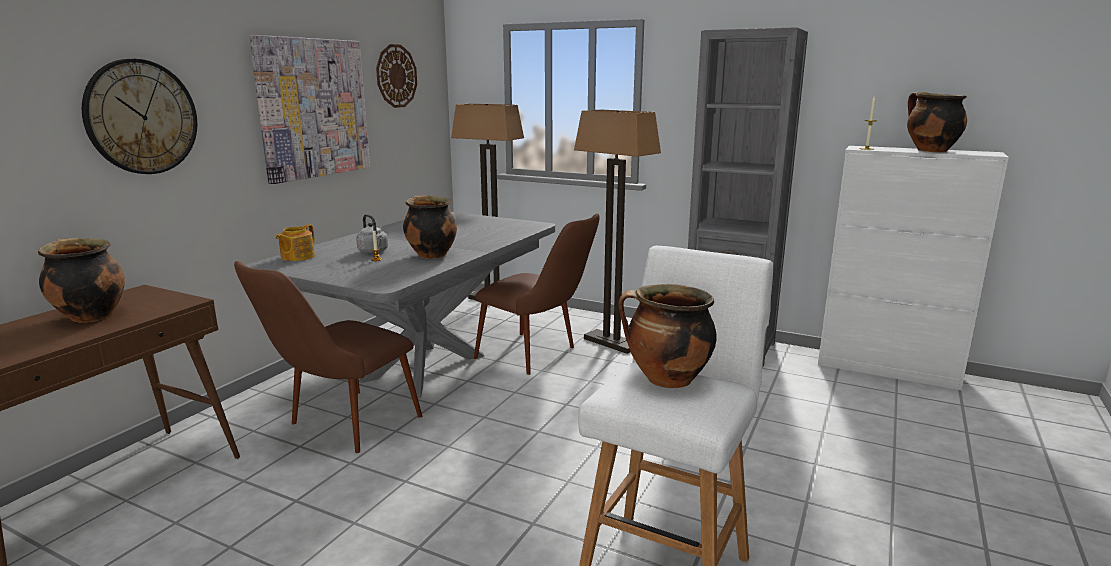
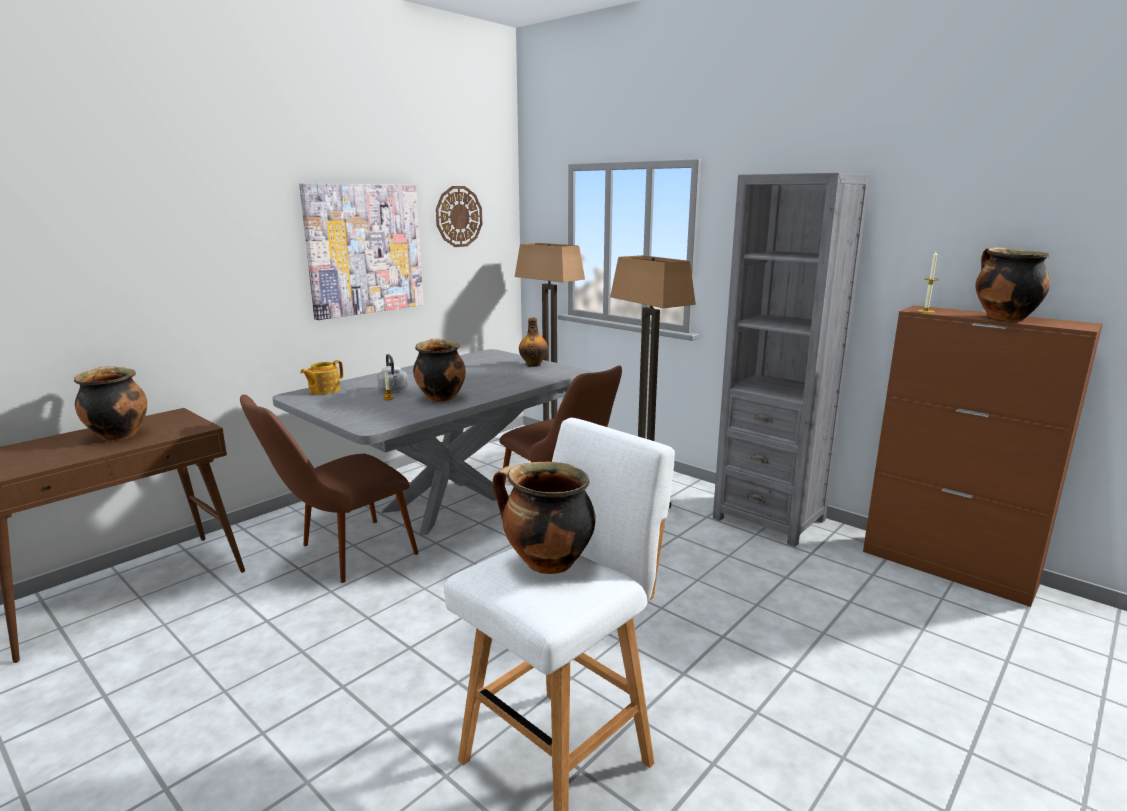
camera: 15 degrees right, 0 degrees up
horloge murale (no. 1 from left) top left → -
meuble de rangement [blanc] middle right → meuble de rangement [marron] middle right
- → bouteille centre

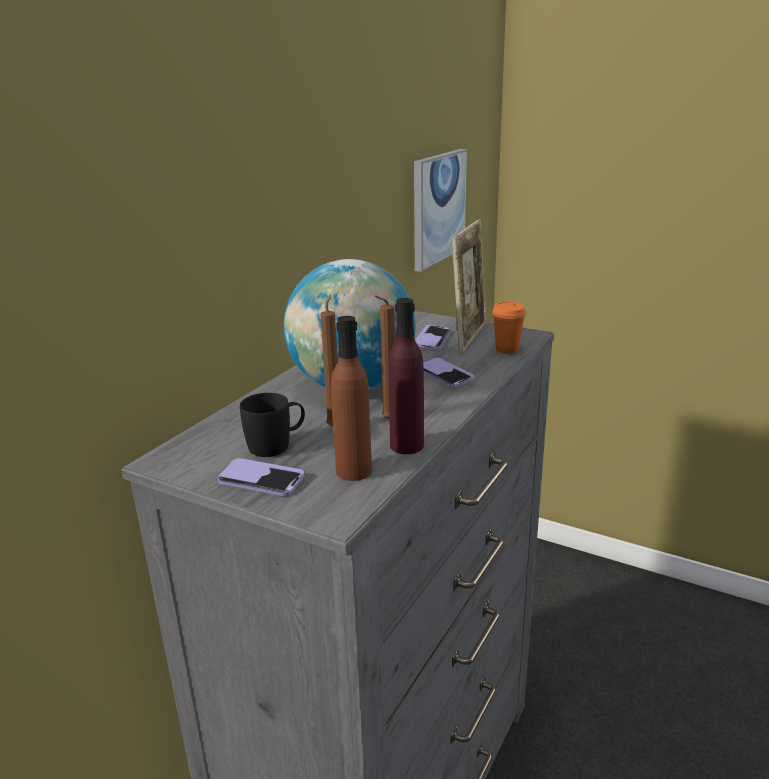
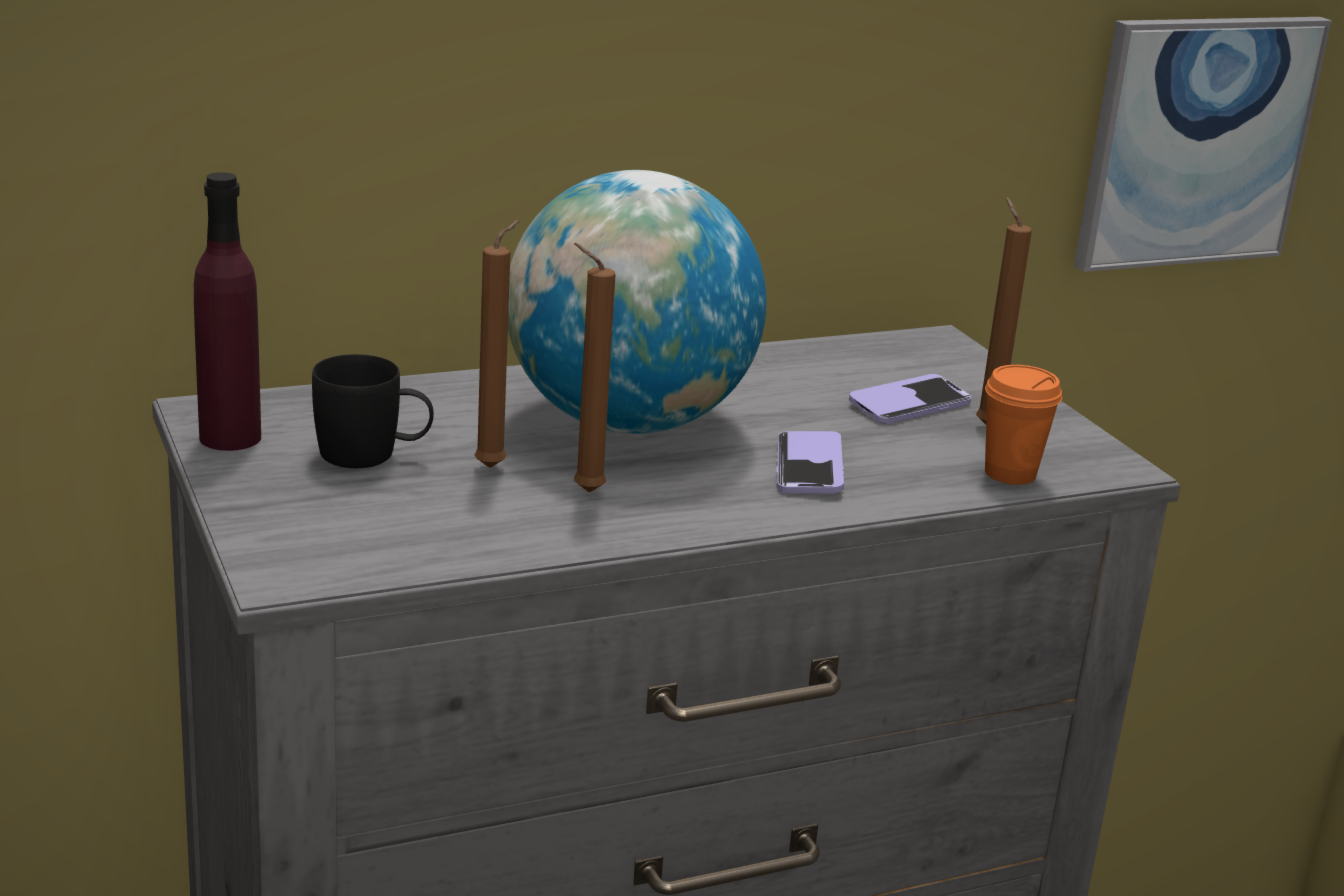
camera: 35 degrees right, 0 degrees up
cadre photo centre → bougie [marron] (no. 3 from left) middle right
bouteille [violet] centre → bouteille [violet] middle left, relocated
bouteille [marron] centre → -
téléphone (no. 1 from left) centre → -

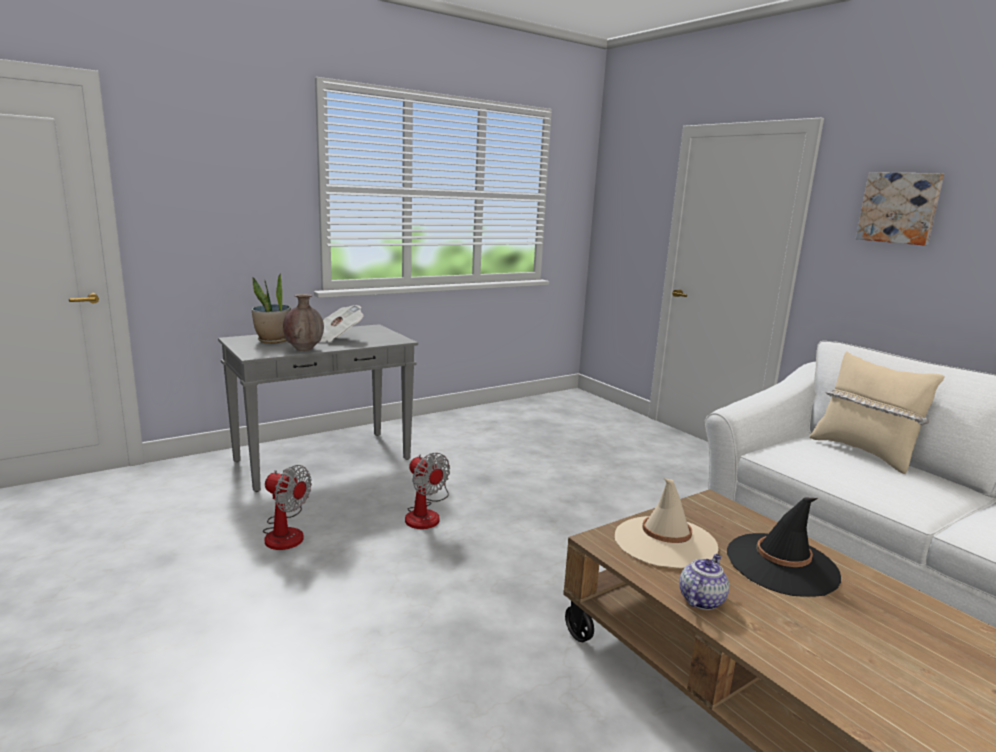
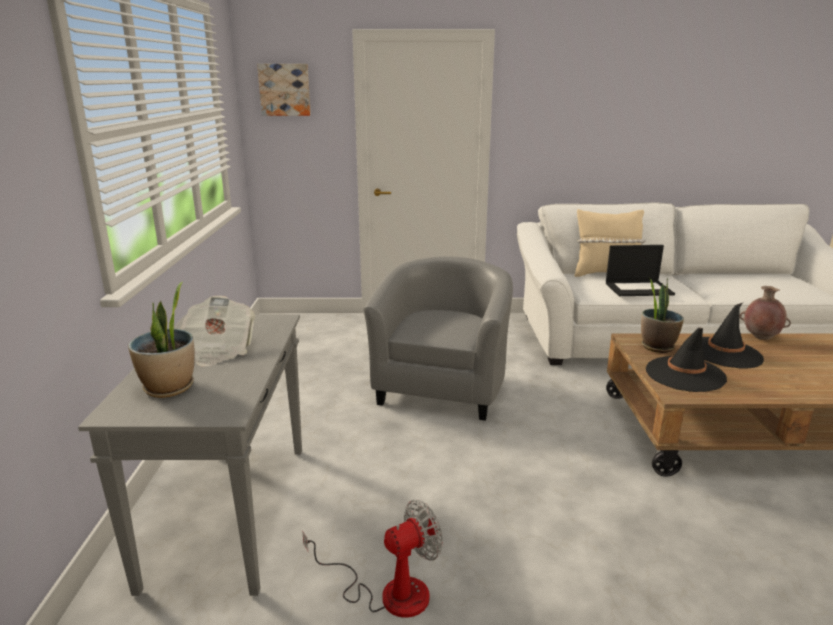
camera: 55 degrees left, 5 degrees up
tableau top right → tableau top centre, relocated
vase [marron] middle left → vase [marron] middle right, relocated
ventilateur (no. 2 from left) centre → -
chapeau [beige] bottom right → chapeau [noir] (no. 1 from left) middle right
théière bottom right → -
- → ordinateur portable middle right
- → fauteuil [gris] centre
- → plante en pot (no. 2 from left) middle right

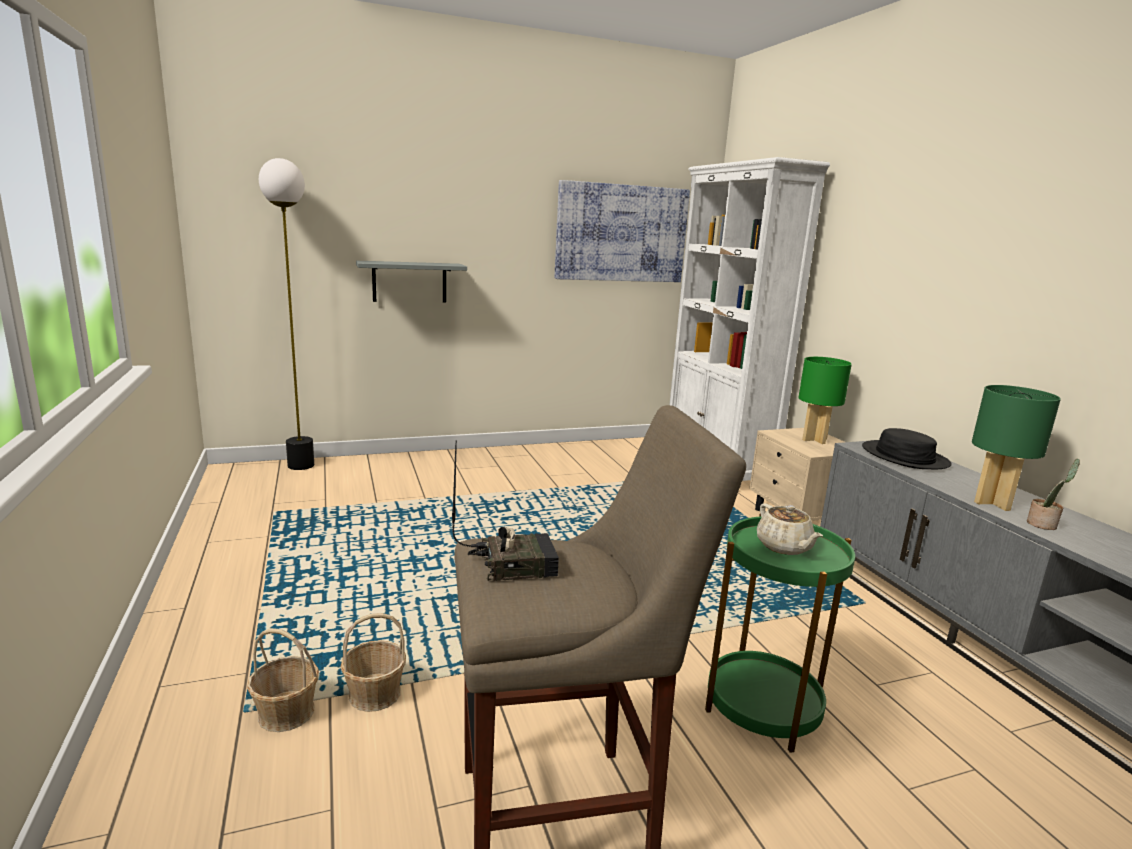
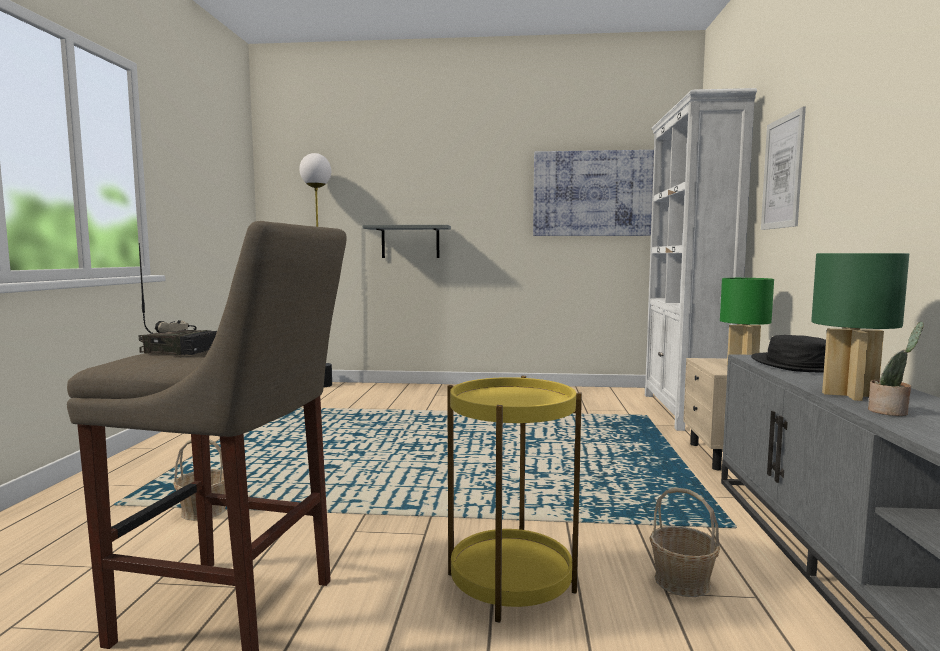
camera: 25 degrees right, 10 degrees down
théière [beige] middle right → -
table d'appoint [vert] bottom right → table d'appoint [jaune] bottom centre
panier (no. 1 from left in the first image) bottom left → panier (no. 2 from left) bottom right, relocated
- → tableau (no. 2 from left) top right

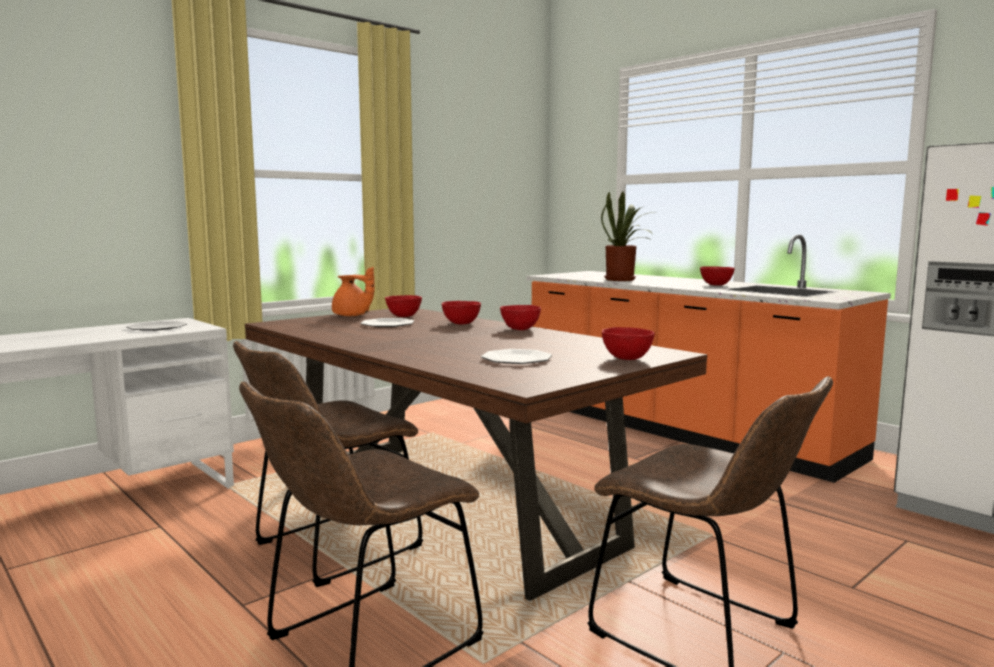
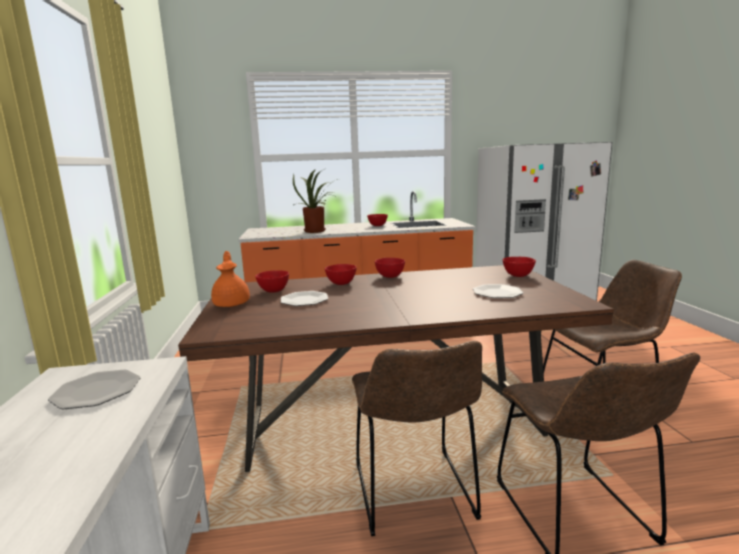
camera: 55 degrees left, 5 degrees up
théière [orange] centre → théière [orange] middle left, 75 degrees counterclockwise

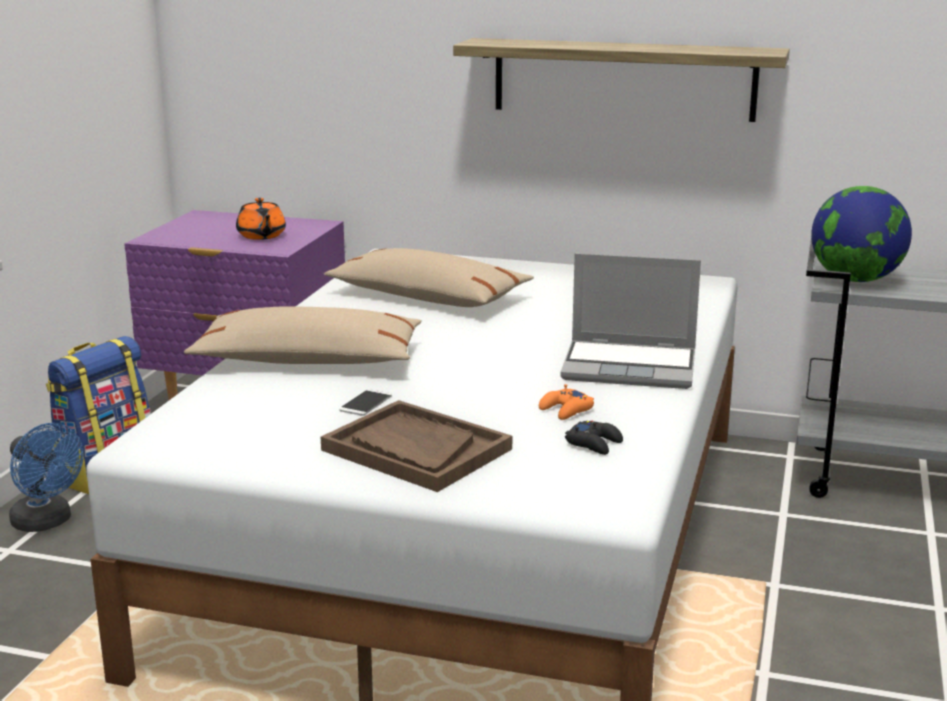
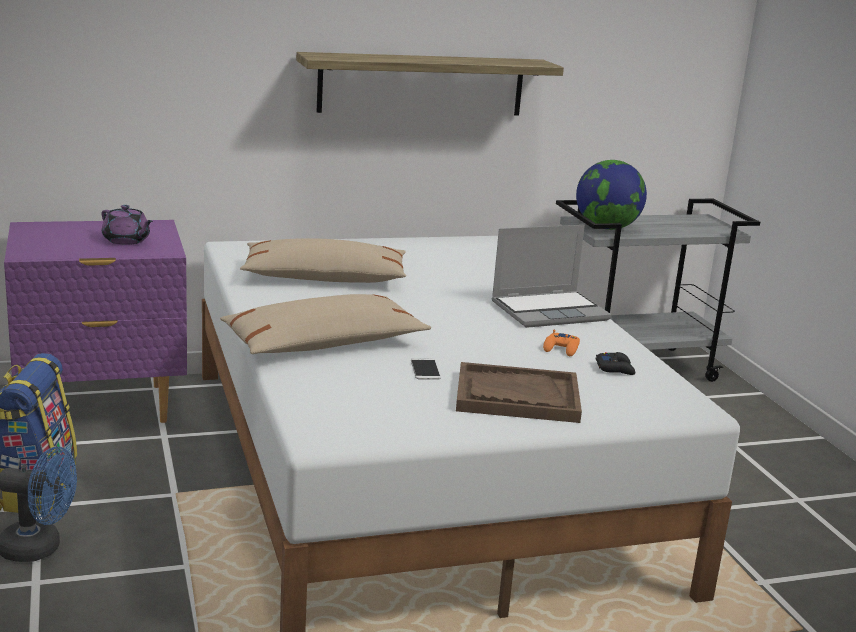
camera: 35 degrees left, 0 degrees up
théière [orange] top left → théière [violet] middle left

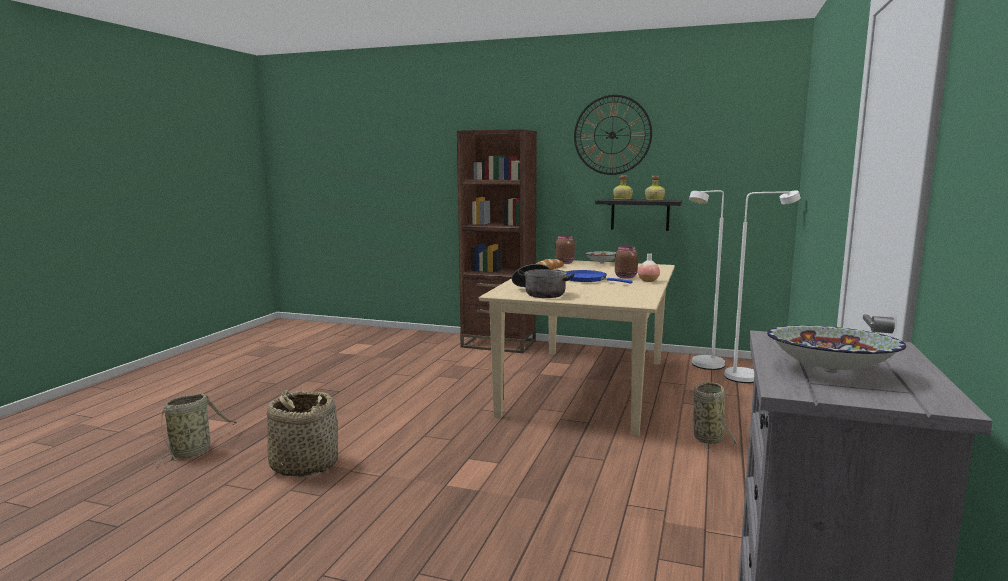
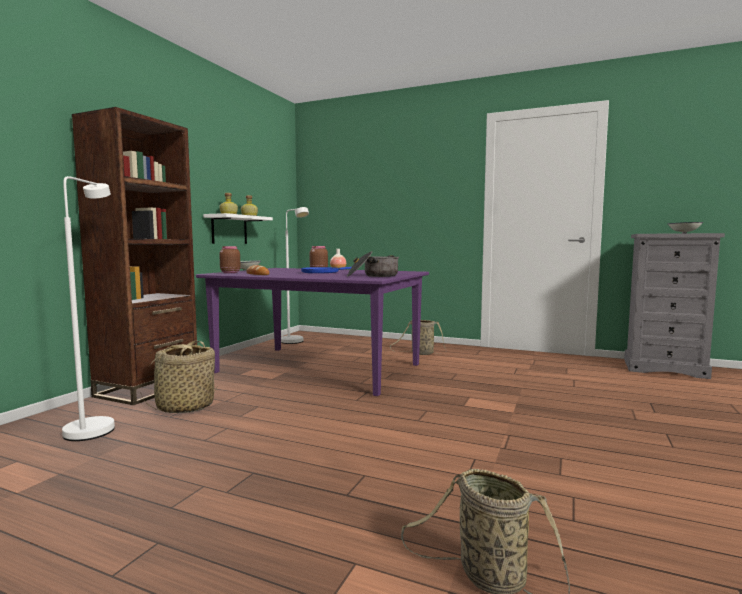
camera: 85 degrees left, 5 degrees down
horloge murale top centre → -
lampadaire [blanc] (no. 2 from left in the first image) middle right → lampadaire [blanc] (no. 1 from left) middle left, relocated
étagère [noir] centre → étagère [blanc] middle left
table à manger [beige] centre → table à manger [violet] centre
panier (no. 2 from left in the first image) bottom left → panier (no. 1 from left) middle left, relocated

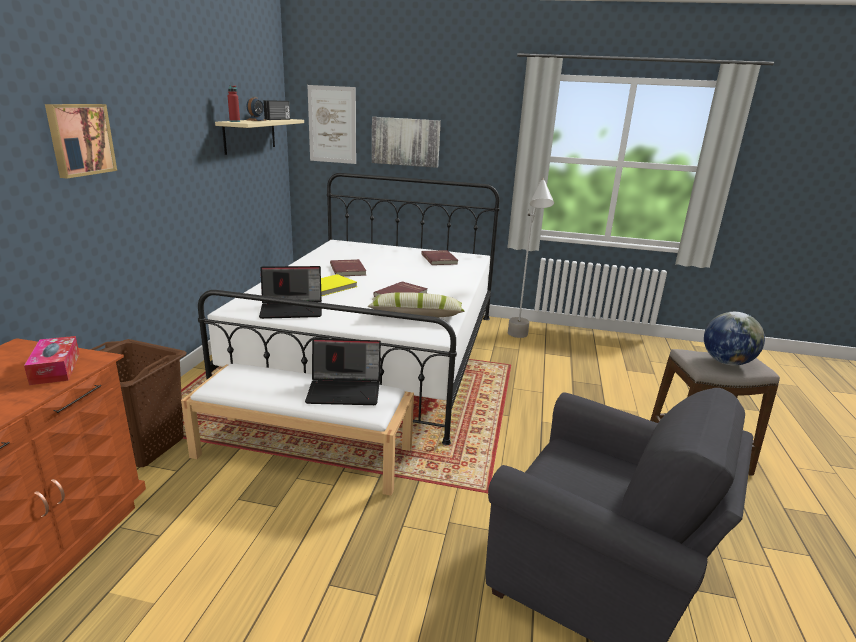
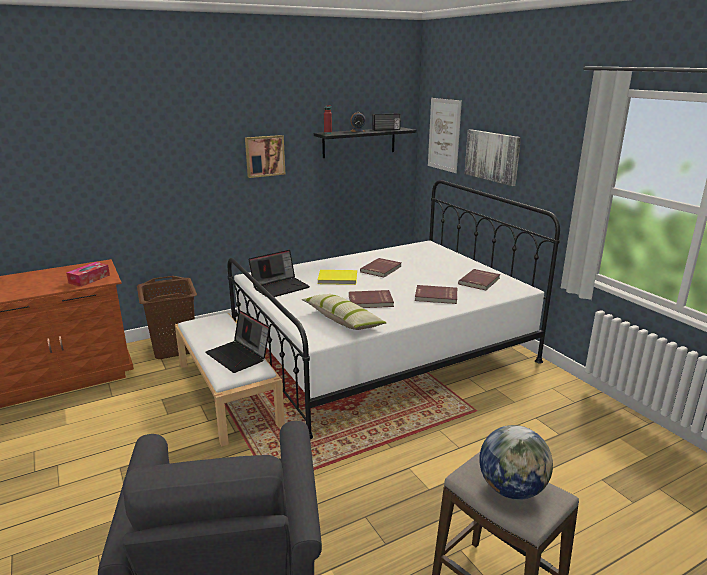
camera: 50 degrees right, 0 degrees up
tableau (no. 1 from left) top left → tableau (no. 1 from left) top centre, relocated
étagère [beige] top left → étagère [noir] top centre
lampadaire [gris] centre → -
ordinateur portable (no. 1 from left in the first image) centre → ordinateur portable (no. 2 from left) centre, 75 degrees counterclockwise
- → livre [rouge] (no. 3 from left) centre

